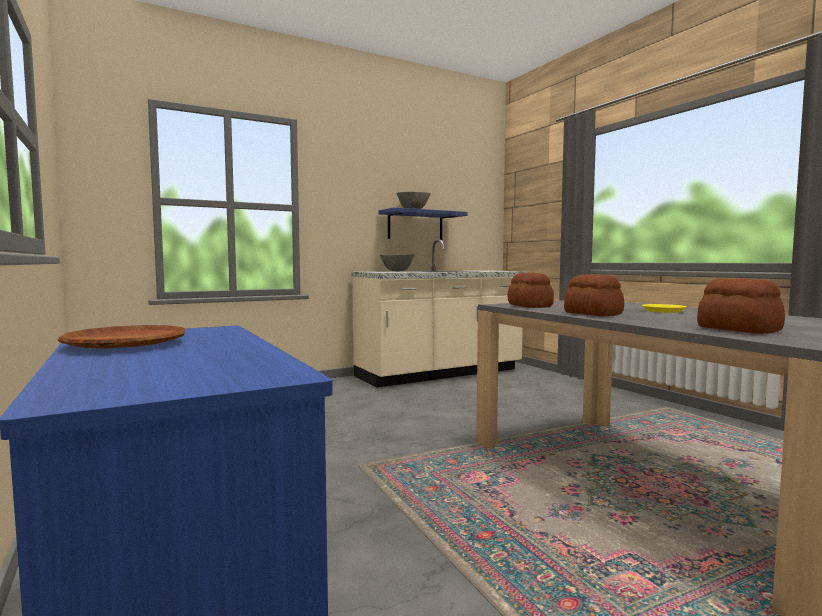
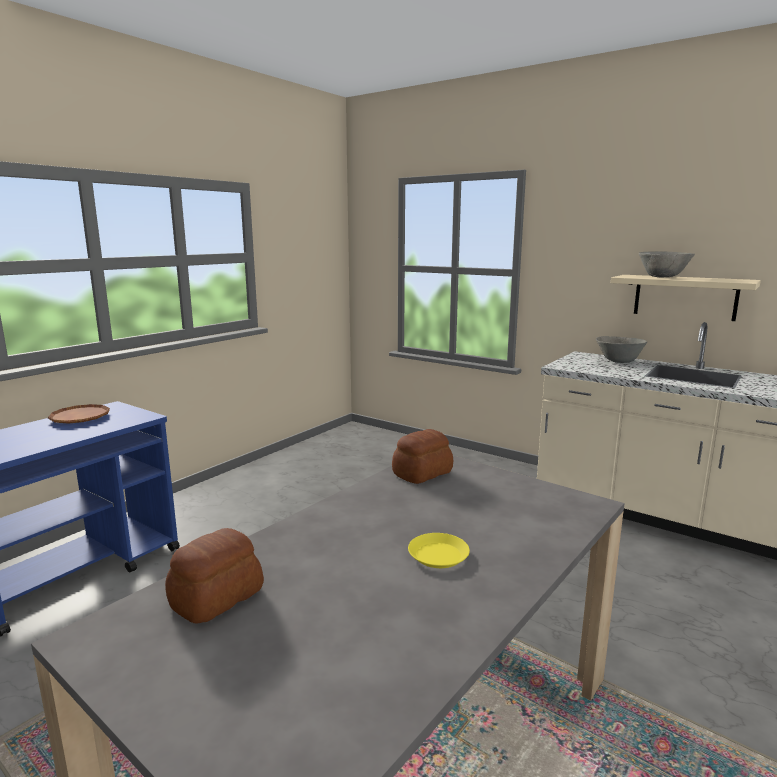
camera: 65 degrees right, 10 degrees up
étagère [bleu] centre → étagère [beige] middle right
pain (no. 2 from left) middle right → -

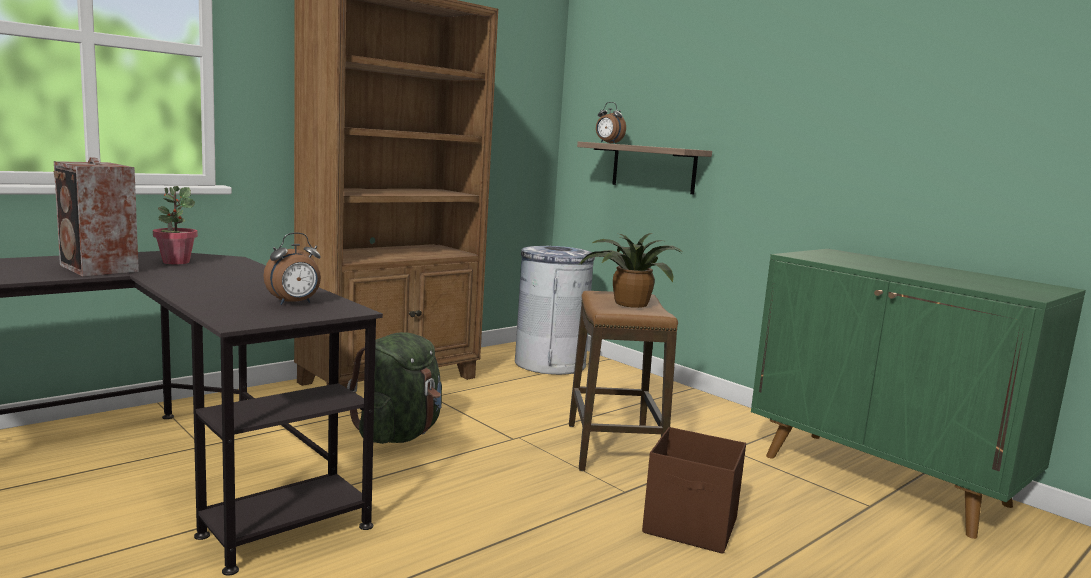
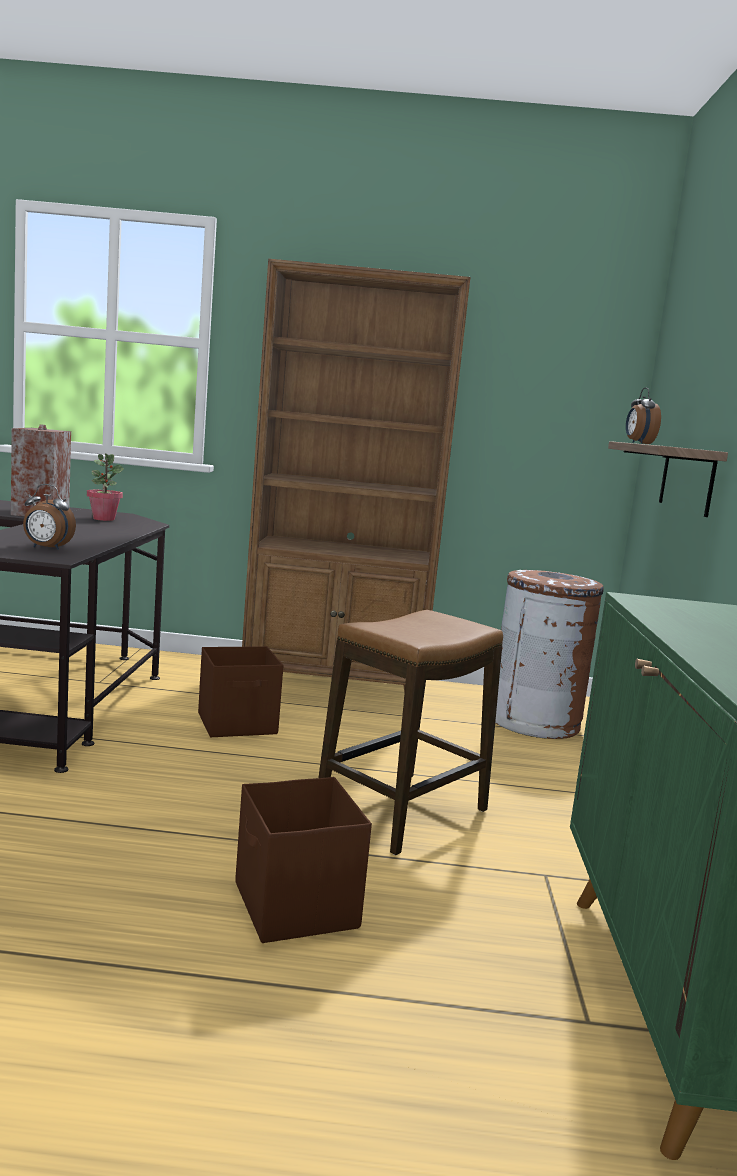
camera: 45 degrees right, 0 degrees up
plante en pot (no. 2 from left) centre → -
poubelle [gris] centre → poubelle [marron] middle right
sac à dos [vert] bottom centre → boîte de rangement [marron] (no. 1 from left) middle left

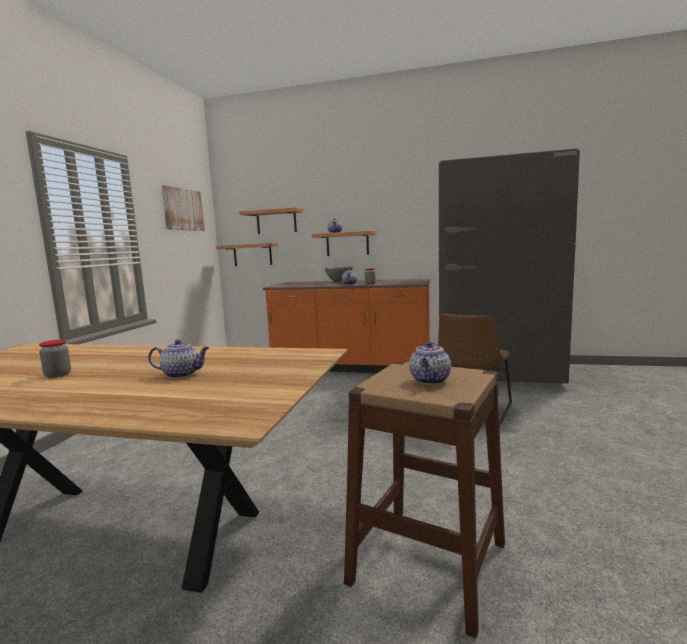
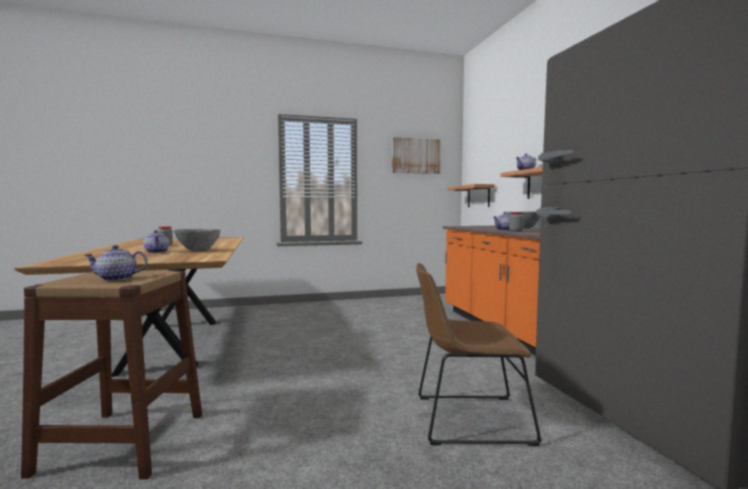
camera: 60 degrees right, 5 degrees down
étagère (no. 2 from left) centre → -
- → bol [gris] (no. 1 from left) middle left

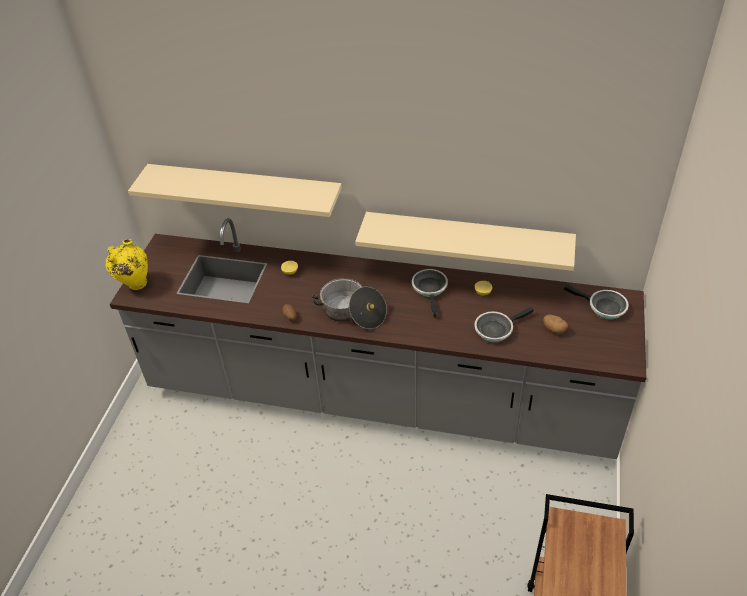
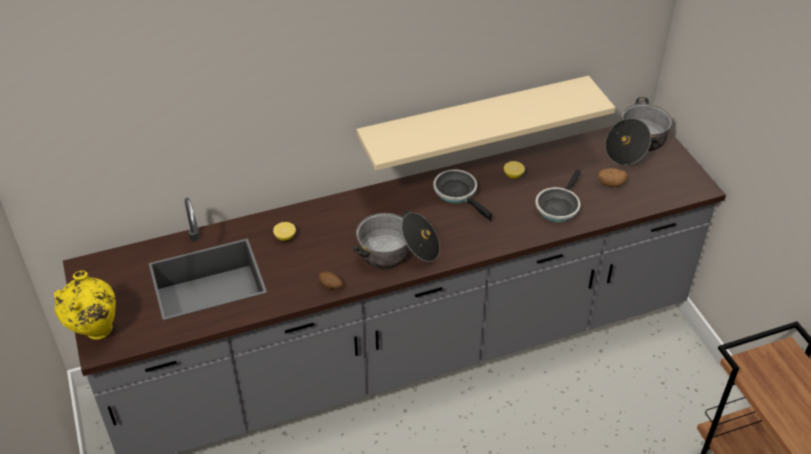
camera: 35 degrees left, 0 degrees up
étagère [beige] (no. 1 from left) top left → -
poêle (no. 3 from left) middle right → marmite (no. 2 from left) top right

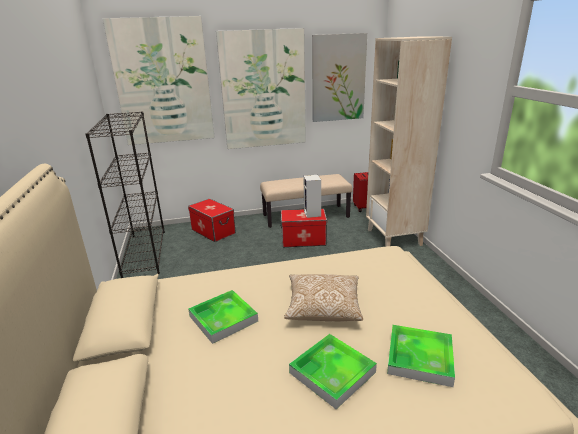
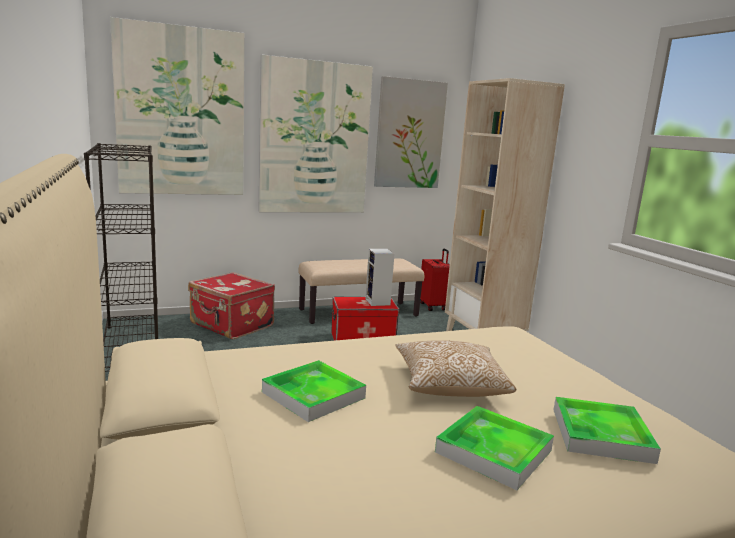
camera: 10 degrees left, 10 degrees down
boîte de rangement (no. 1 from left) centre → valise [rouge] (no. 1 from left) middle left

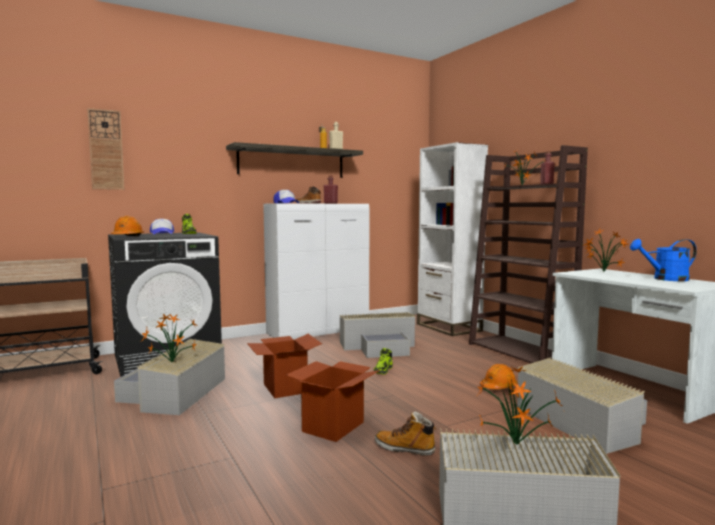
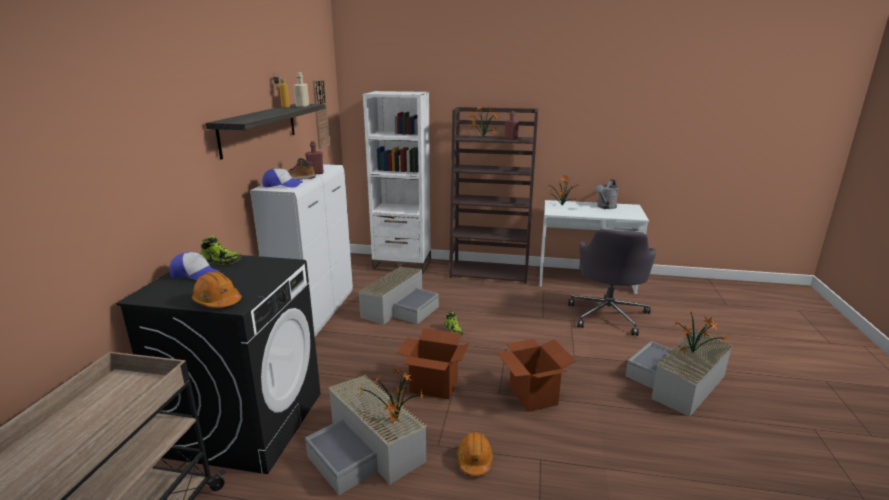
camera: 50 degrees left, 15 degrees up
horloge murale top left → horloge murale top centre, relocated
arrosoir [bleu] middle right → arrosoir [gris] middle right
boîte de rangement [gris] (no. 4 from left) bottom right → chaise de bureau [gris] middle right
casque de chantier [orange] (no. 2 from left) bottom right → casque de chantier [orange] (no. 2 from left) bottom centre, relocated
botte (no. 2 from left) bottom centre → -

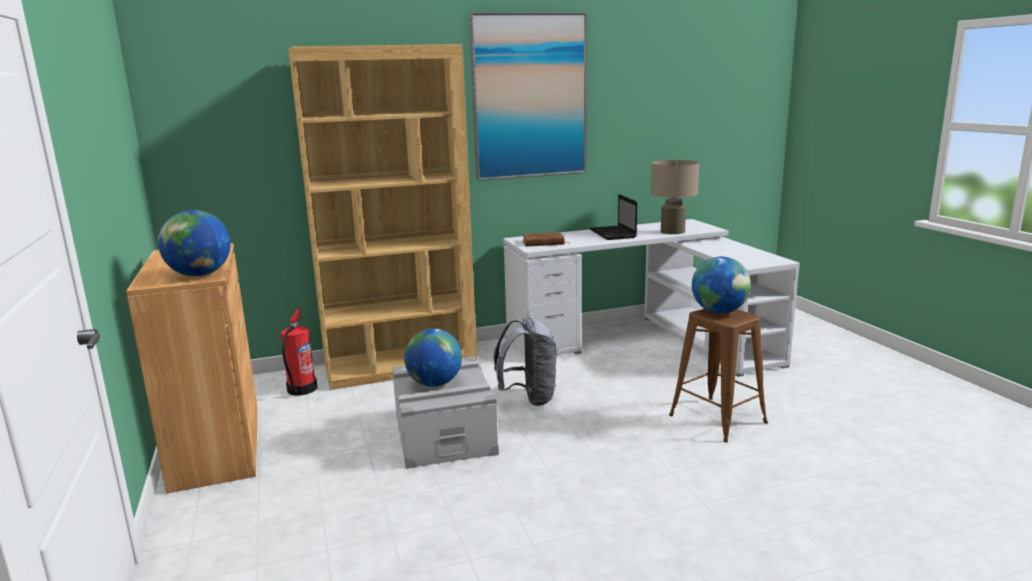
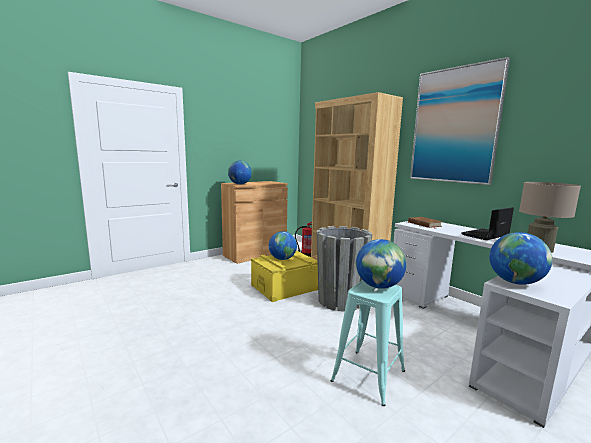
camera: 70 degrees right, 5 degrees down
tabouret [marron] middle right → tabouret [turquoise] bottom centre
sac à dos [gris] centre → cache-pot [gris] centre
boîte de rangement [gris] bottom centre → boîte de rangement [jaune] centre
- → globe (no. 4 from left) middle right

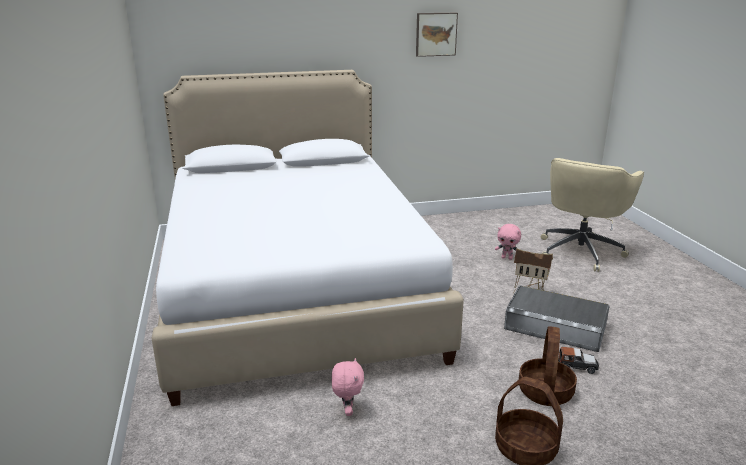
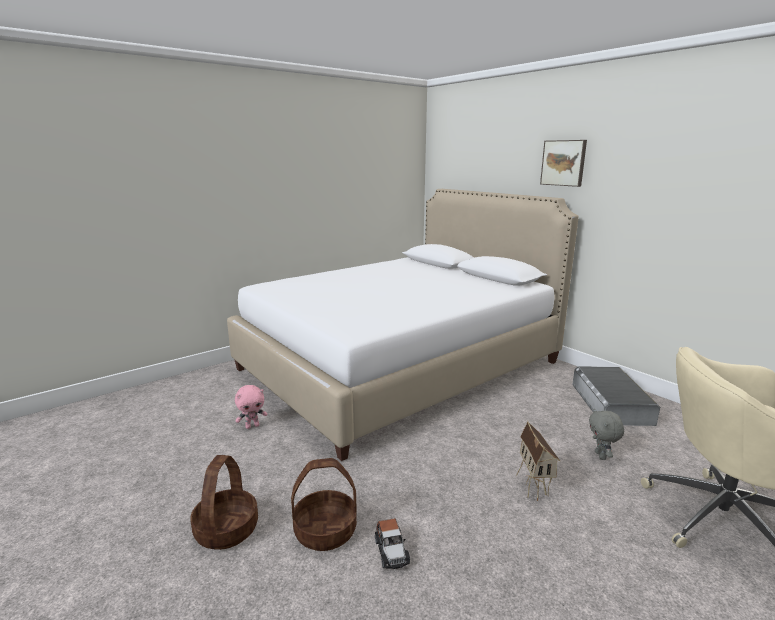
camera: 65 degrees right, 5 degrees down
tableau top centre → tableau top right, relocated
peluche [rose] (no. 2 from left) middle right → peluche [gris] bottom right
boîte de rangement [gris] bottom right → boîte de rangement [gris] middle right, relocated

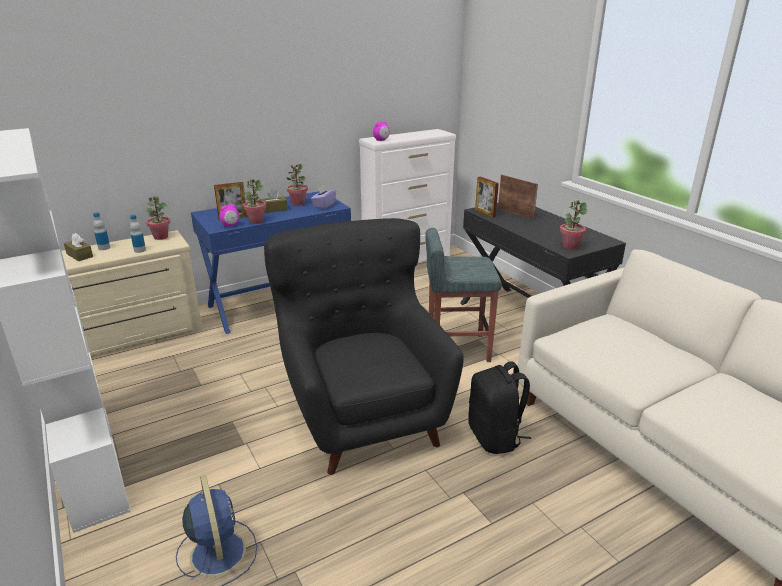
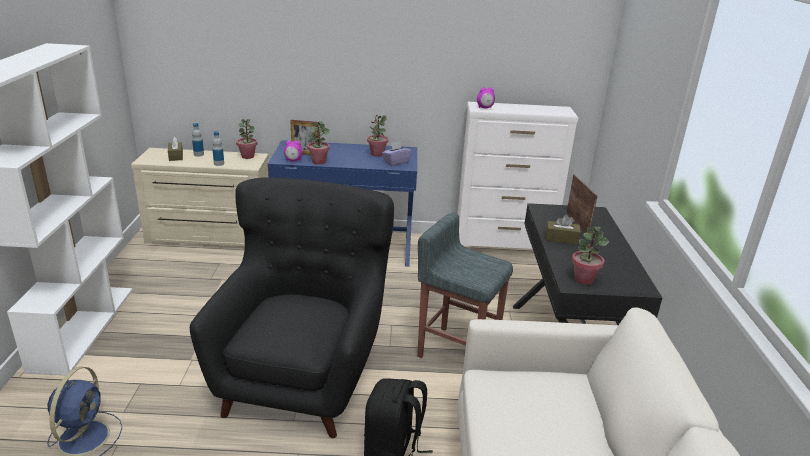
camera: 30 degrees right, 0 degrees up
cadre photo (no. 2 from left) centre → -
boîte à mouchoirs [marron] (no. 2 from left) centre → boîte à mouchoirs [marron] (no. 2 from left) middle right, relocated

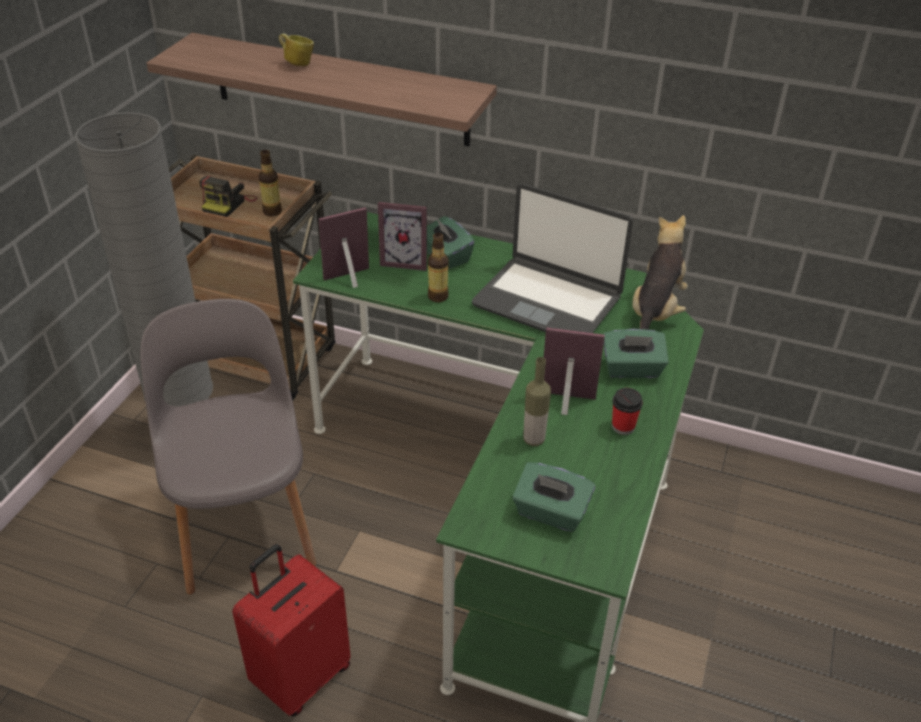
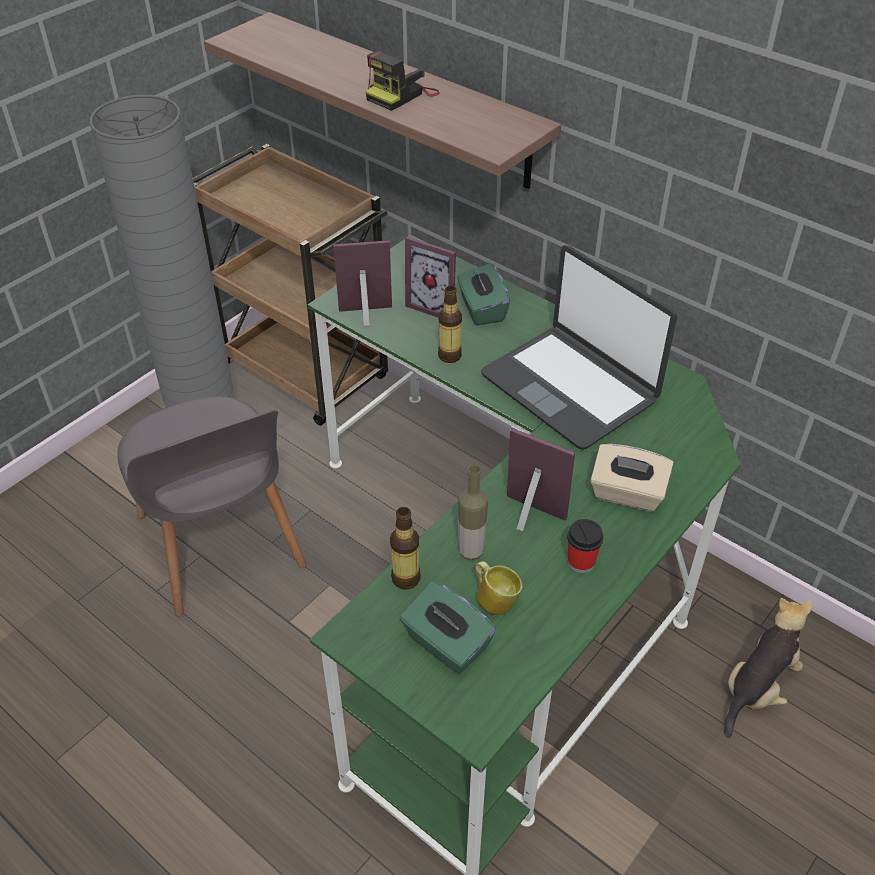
camera: 20 degrees right, 5 degrees up
mug top left → mug bottom centre, relocated
bouteille (no. 1 from left) top left → bouteille (no. 1 from left) centre, relocated
appareil photo top left → appareil photo top centre, relocated
peluche middle right → peluche bottom right, relocated
chaise [gris] middle left, 150 degrees clockwise
boîte à mouchoirs [vert] (no. 3 from left) middle right → boîte à mouchoirs [beige] middle right
valise [rouge] bottom left → -

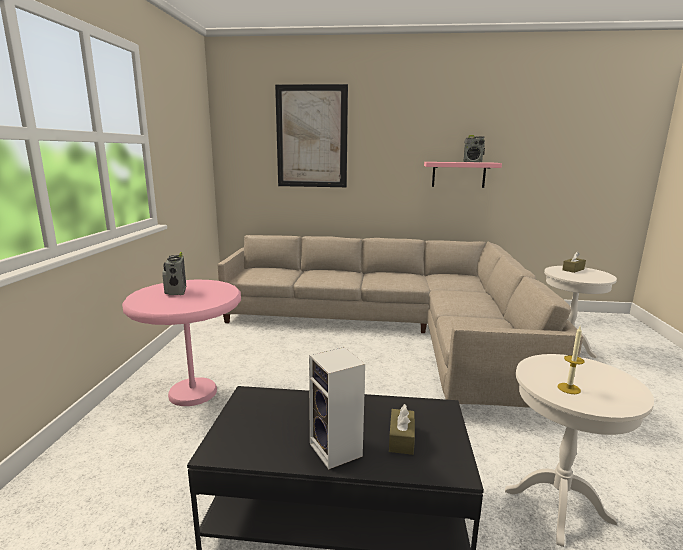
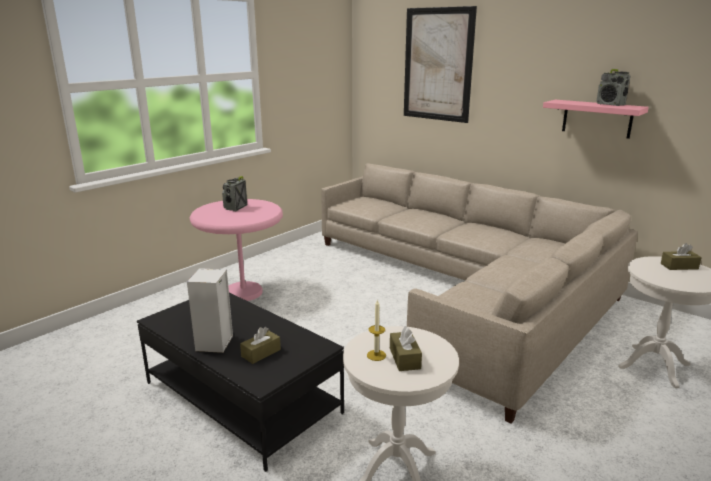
camera: 35 degrees right, 5 degrees up
- → boîte à mouchoirs [marron] (no. 2 from left) bottom centre

